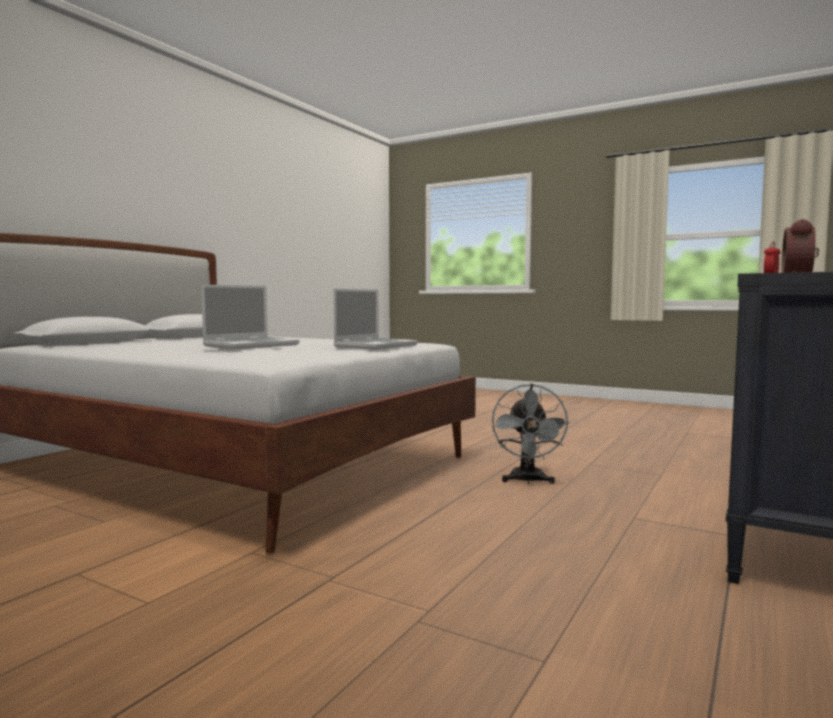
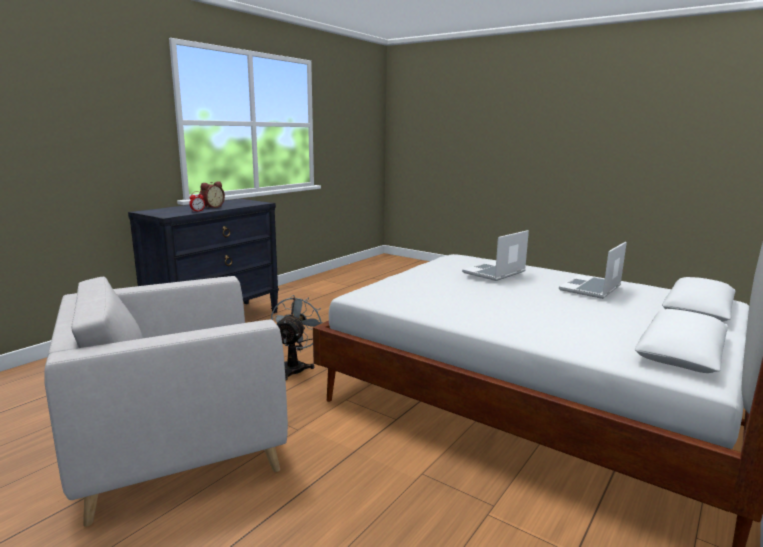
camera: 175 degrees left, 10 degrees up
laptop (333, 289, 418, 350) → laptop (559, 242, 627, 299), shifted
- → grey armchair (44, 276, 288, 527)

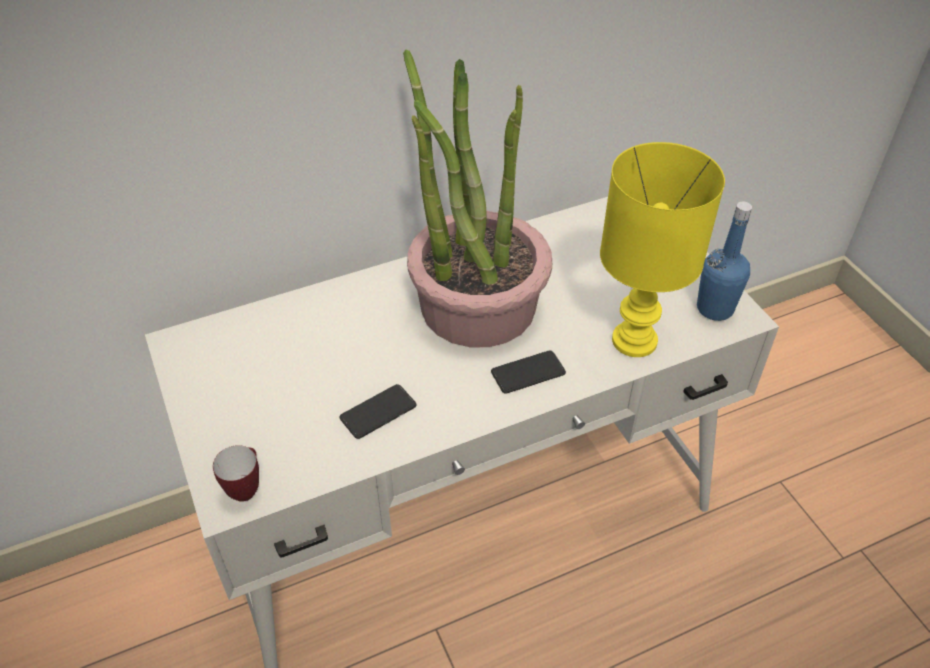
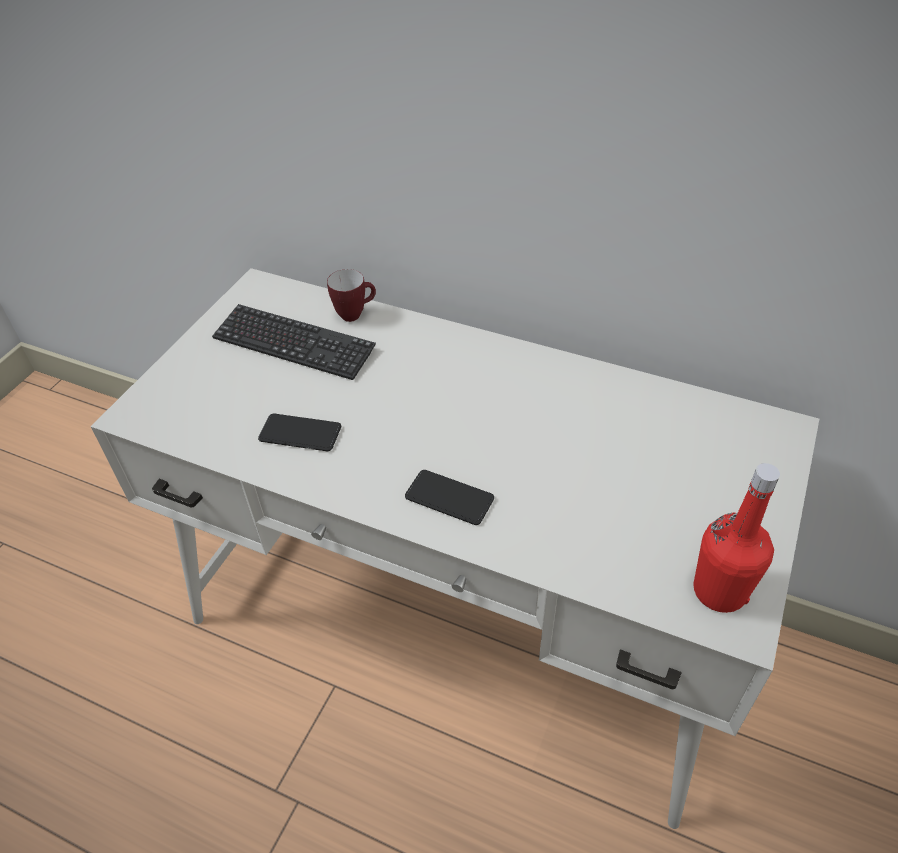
camera: 50 degrees right, 0 degrees up
mug (213, 445, 259, 502) → mug (327, 269, 376, 322), shifted
potted plant (403, 50, 552, 347) → -
yellow table lamp (600, 142, 725, 357) → -
blue bottle (697, 201, 752, 321) → red bottle (694, 463, 780, 613)
- → keyboard (212, 304, 376, 380)

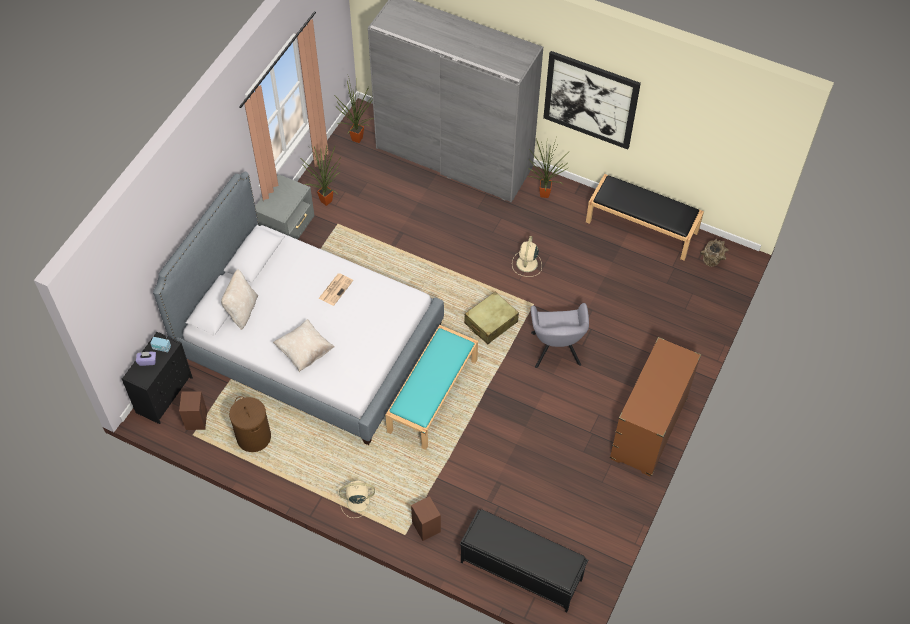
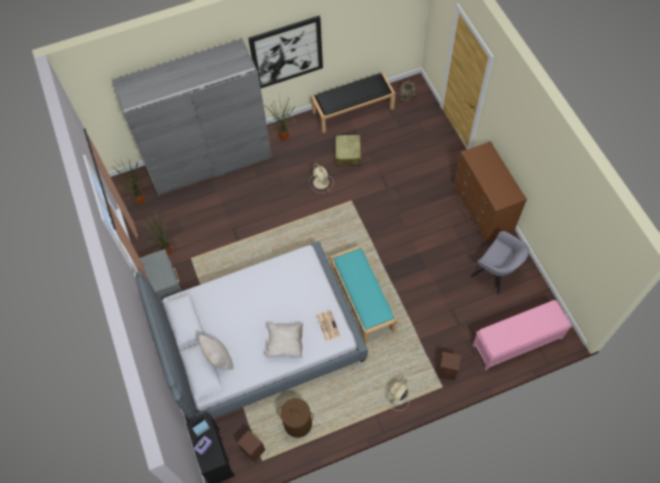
camera: 45 degrees left, 5 degrees up
newspaper (319, 273, 353, 306) → newspaper (317, 310, 340, 341), shifted
black bench (460, 509, 588, 612) → pink bench (473, 300, 572, 370)
beige suitcase (464, 292, 519, 344) → beige suitcase (334, 135, 361, 166), shifted
grey armchair (531, 303, 589, 368) → grey armchair (471, 231, 529, 294), shifted

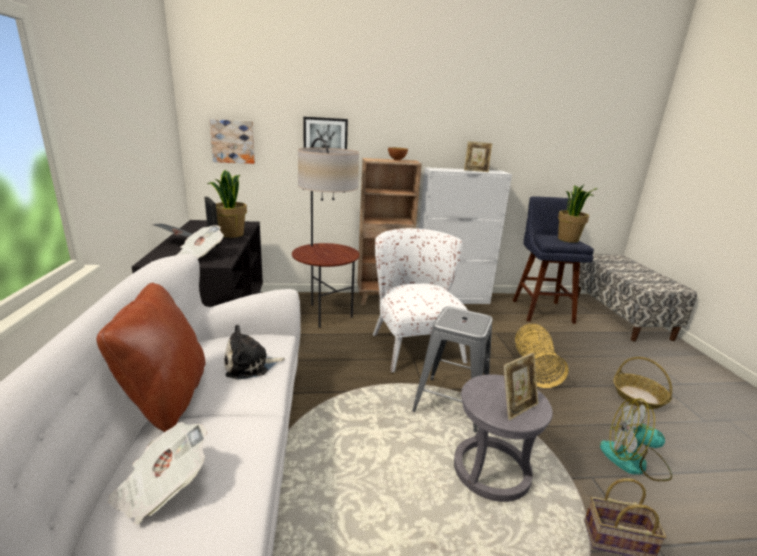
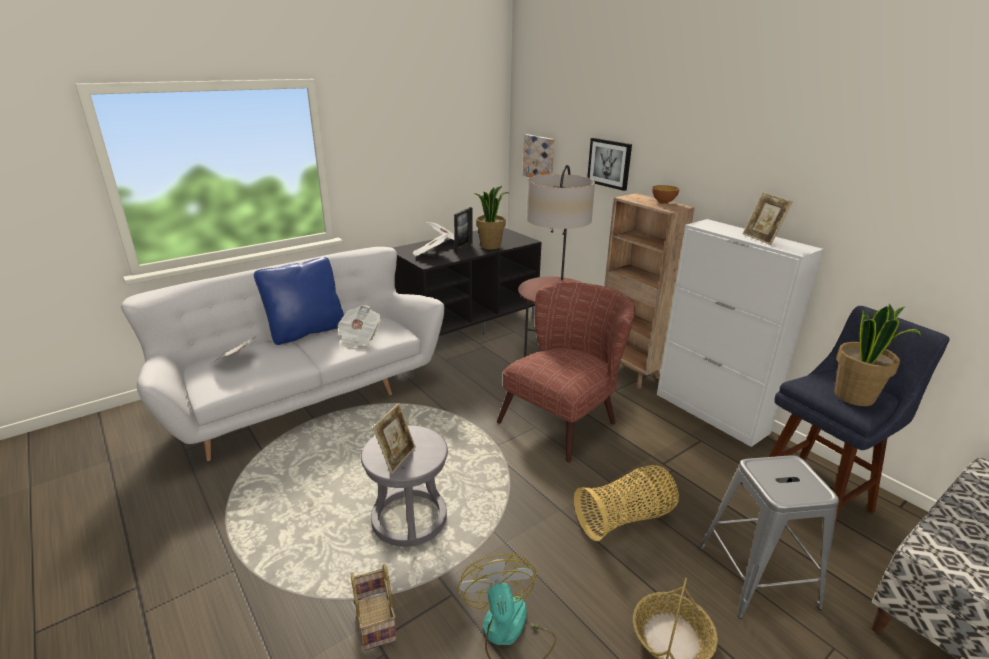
camera: 60 degrees right, 5 degrees up
brown pillow (97, 283, 206, 432) → blue pillow (254, 257, 344, 345)
plush toy (224, 325, 285, 380) → newspaper (338, 305, 381, 349)
white armchair (373, 228, 467, 372) → brown armchair (497, 283, 636, 462)
grey stool (412, 306, 493, 432) → grey stool (699, 455, 839, 619), shifted
picture frame (503, 353, 538, 420) → picture frame (373, 403, 416, 474), 90 degrees counterclockwise

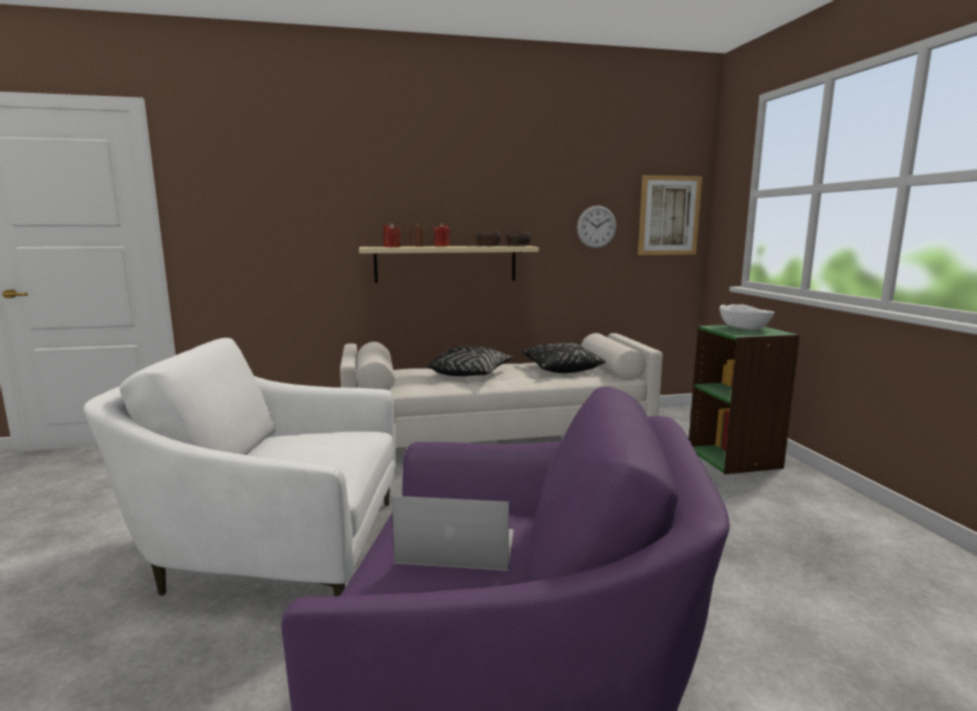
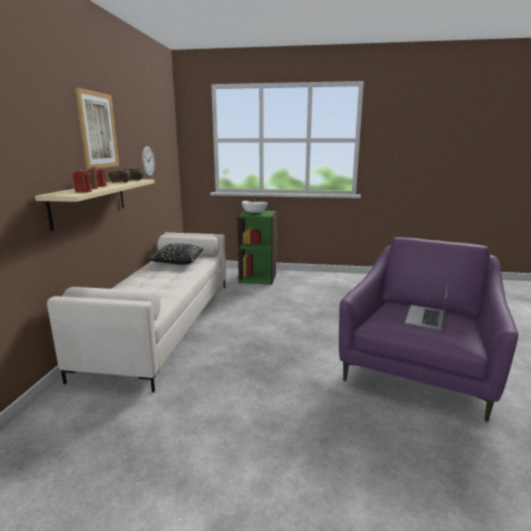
camera: 70 degrees left, 5 degrees up
white armchair (84, 338, 396, 597) → -
black pillow (427, 346, 513, 376) → -
picture (638, 175, 702, 255) → picture (75, 87, 119, 169), shifted

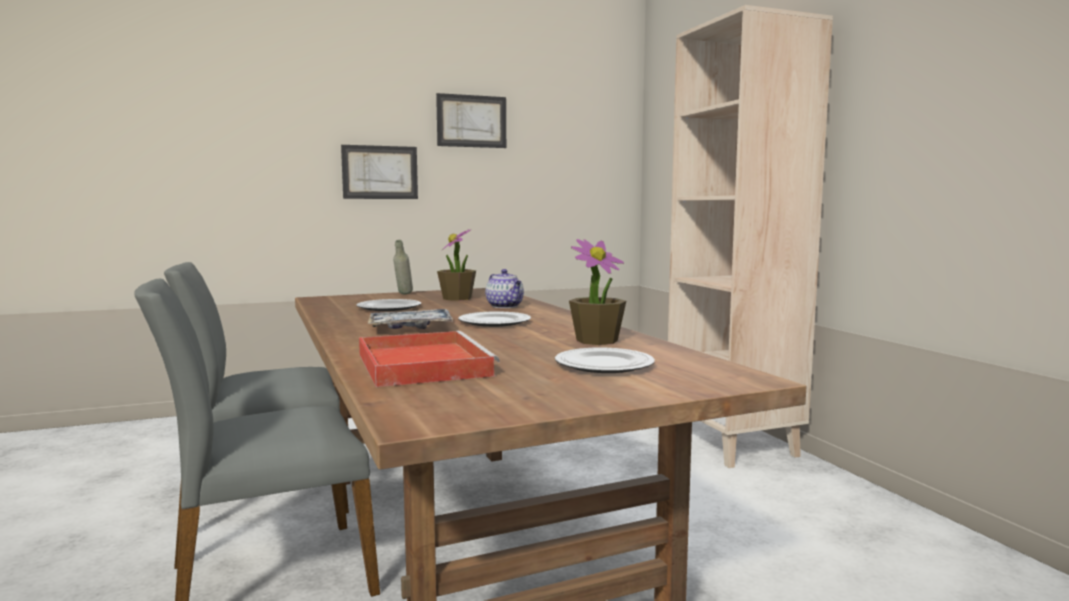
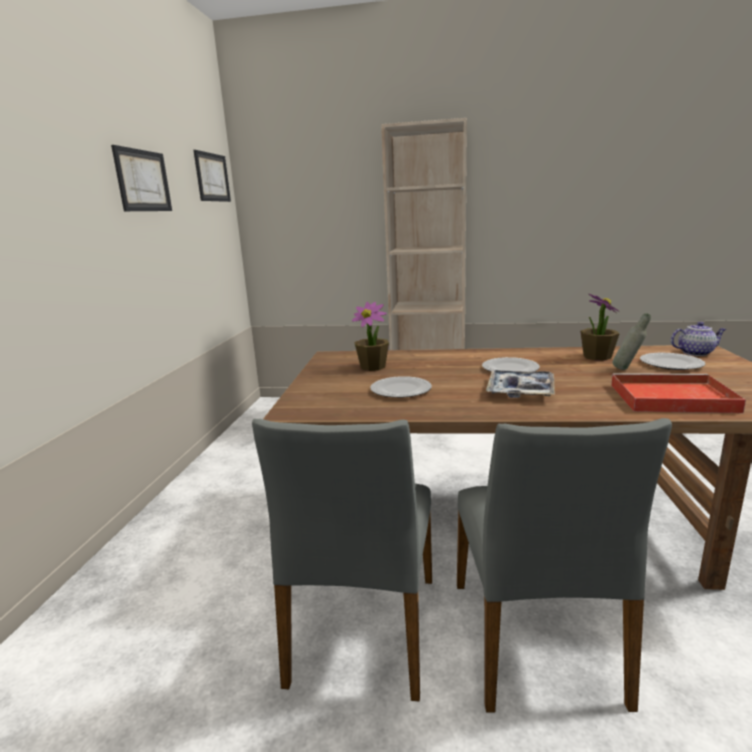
camera: 60 degrees left, 10 degrees up
picture (341, 145, 418, 199) → picture (193, 150, 231, 202), shifted
grey bottle (393, 240, 413, 294) → grey bottle (612, 313, 651, 370), shifted
teapot (485, 269, 524, 308) → teapot (671, 322, 726, 356), shifted

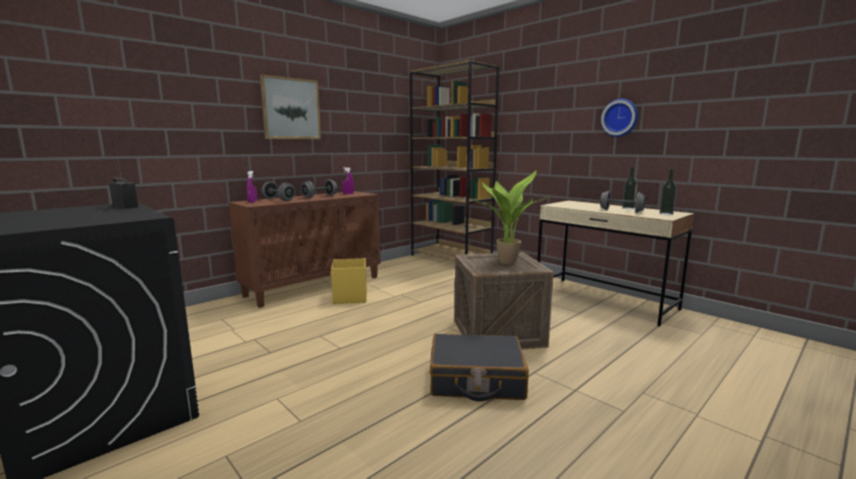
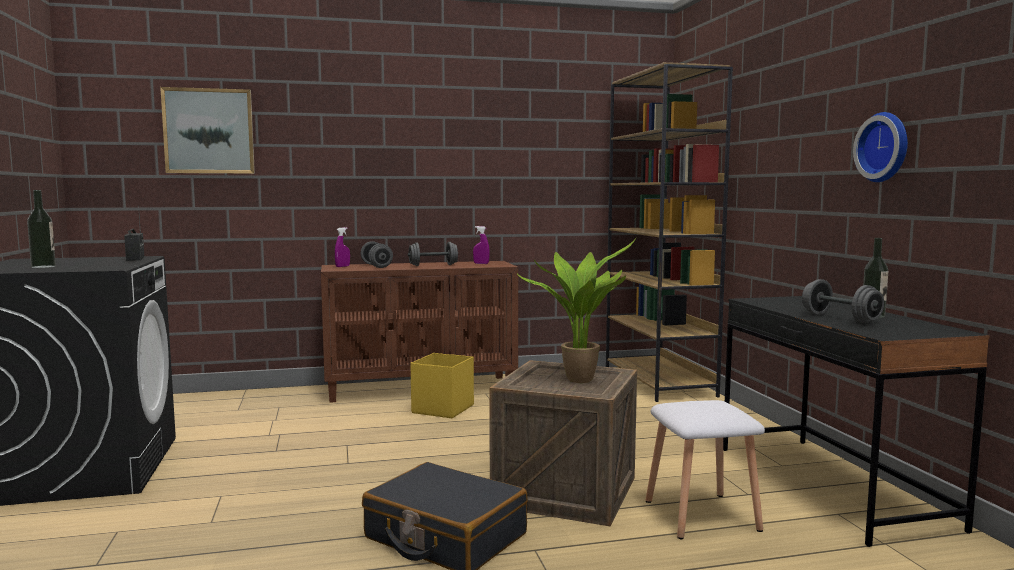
camera: 30 degrees right, 5 degrees down
picture (260, 75, 321, 139) → picture (160, 87, 255, 174), shifted
beige desk (537, 201, 694, 327) → black desk (723, 296, 990, 547)
bottle (659, 169, 677, 215) → bottle (27, 190, 56, 268), shifted
- → white stool (646, 400, 765, 539)

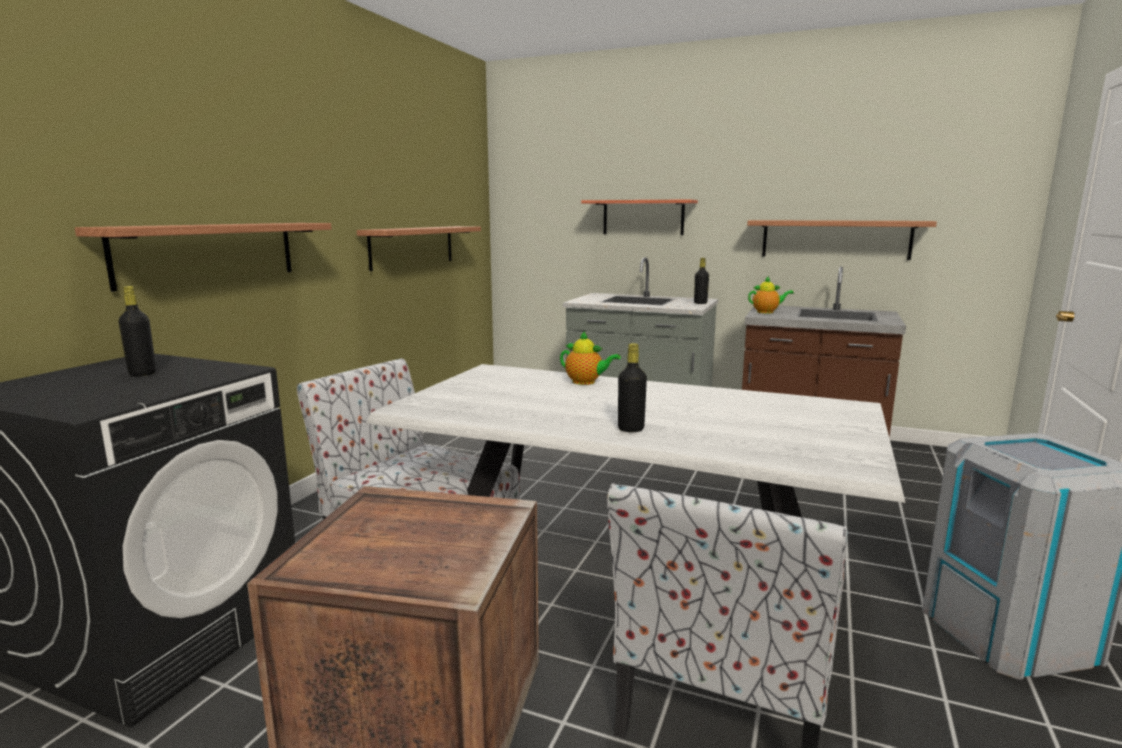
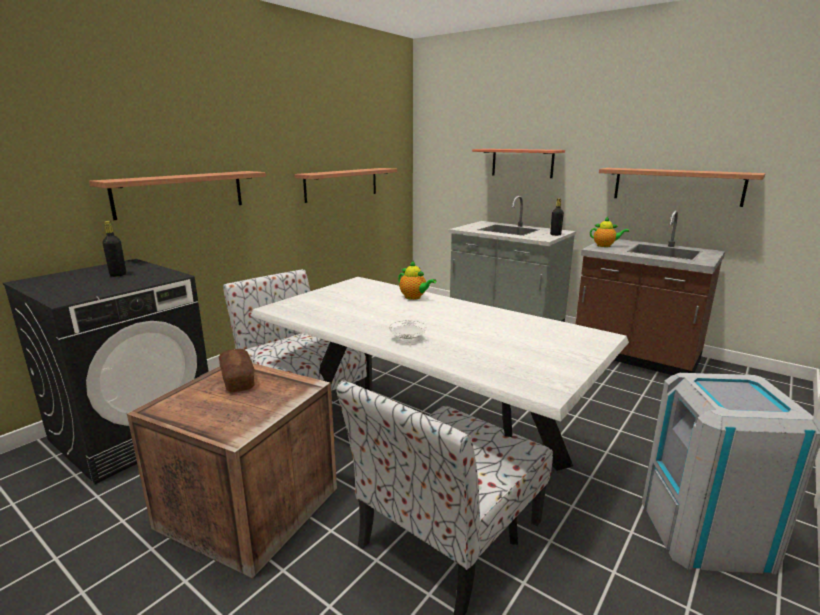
camera: 15 degrees right, 5 degrees up
black bottle (618, 343, 647, 432) → white plate (389, 320, 427, 339)
- → bread (219, 349, 255, 392)

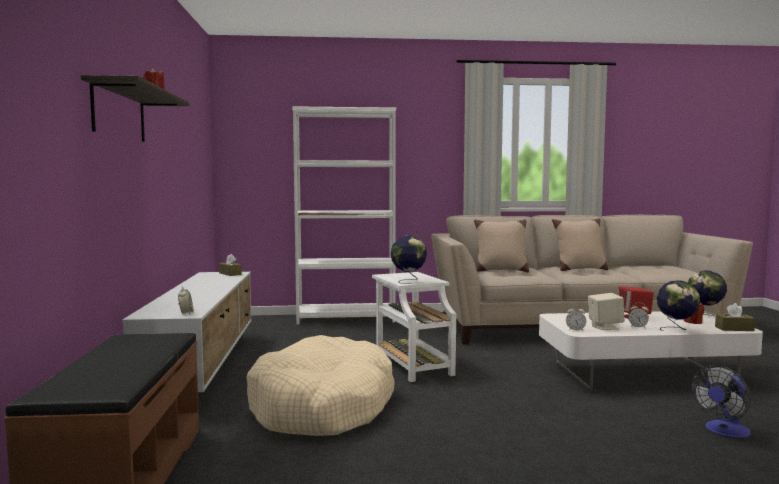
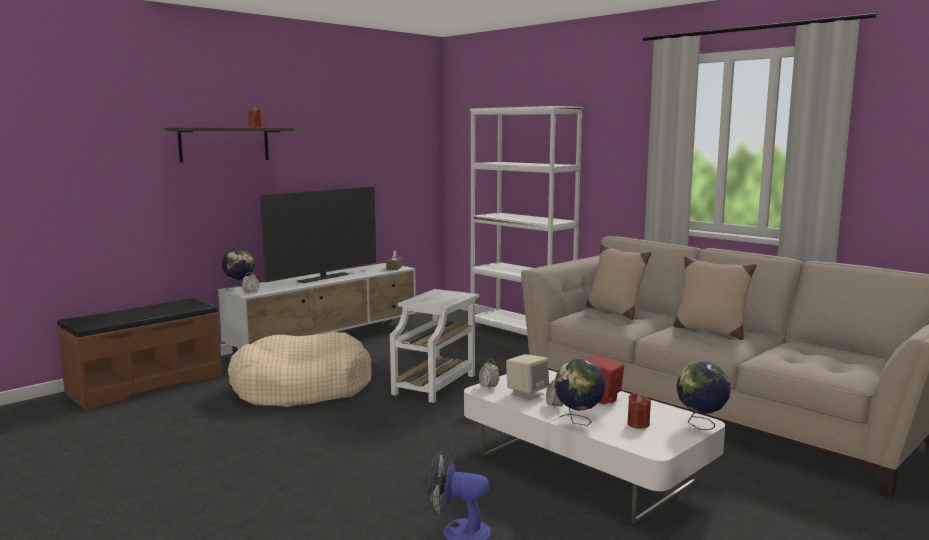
camera: 50 degrees right, 5 degrees up
globe (391, 235, 427, 284) → globe (222, 249, 255, 291), shifted
brown tissue box (715, 303, 755, 331) → -
- → television (260, 187, 376, 283)

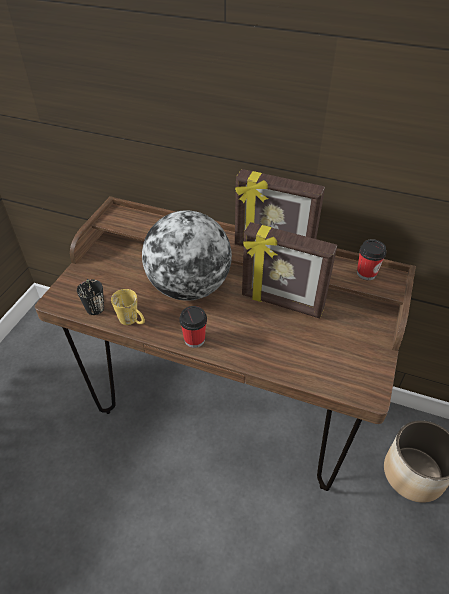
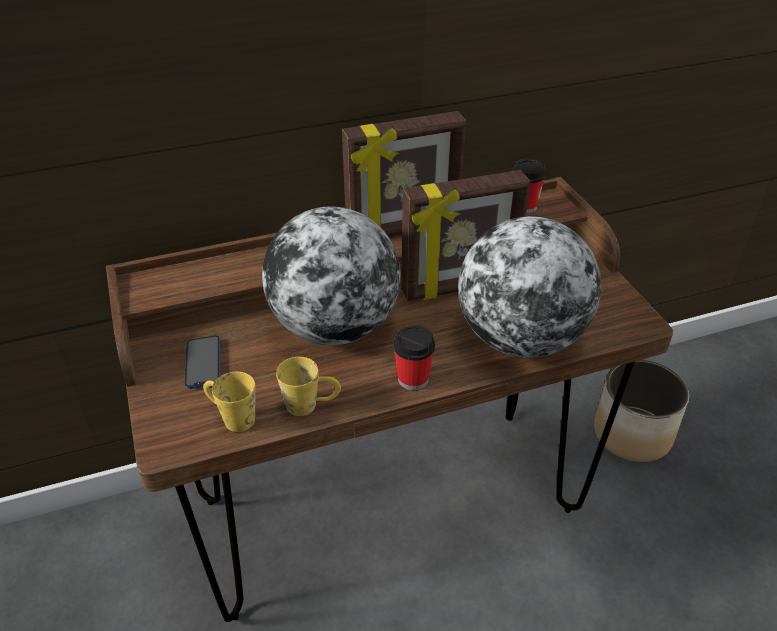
camera: 40 degrees left, 5 degrees down
black mug (77, 279, 104, 315) → yellow mug (203, 372, 256, 432)
- → phone (185, 335, 220, 389)
- → globe (458, 216, 601, 358)

